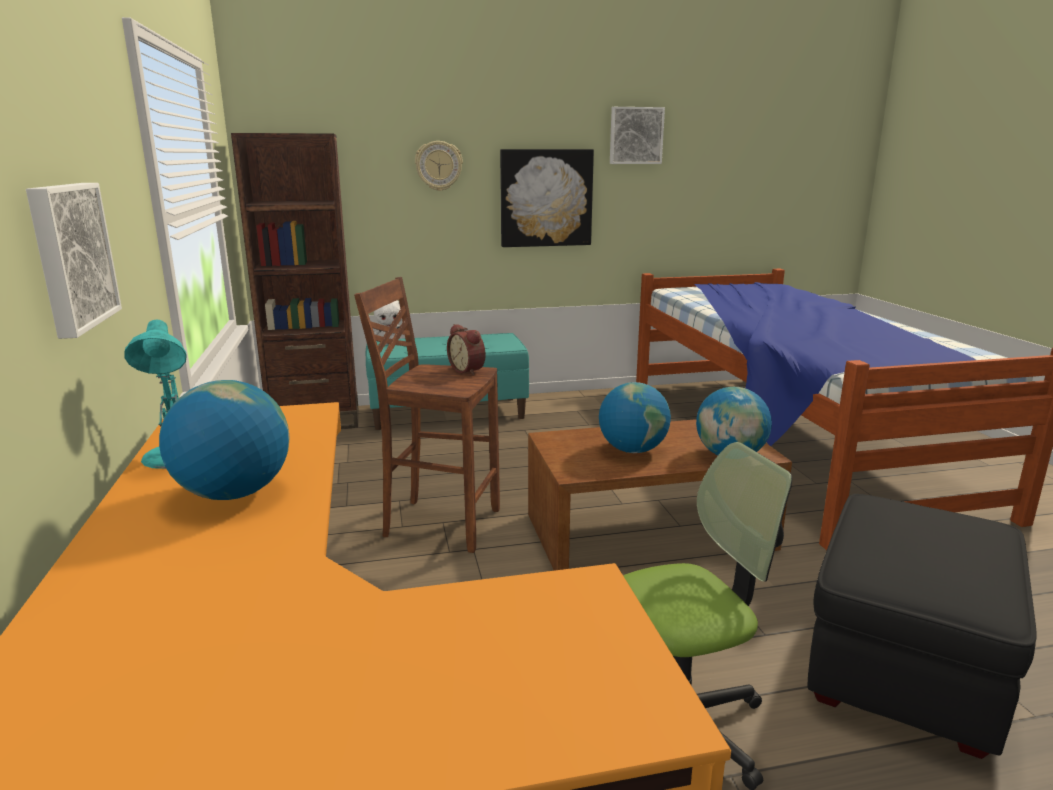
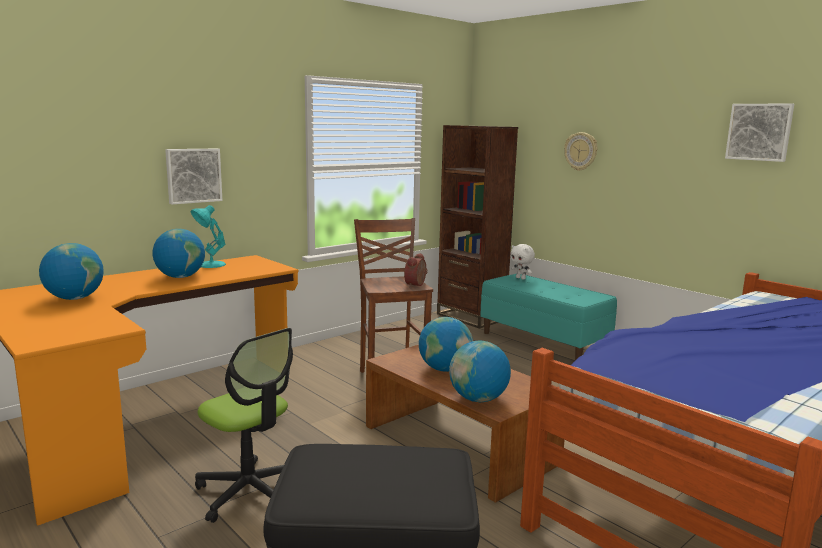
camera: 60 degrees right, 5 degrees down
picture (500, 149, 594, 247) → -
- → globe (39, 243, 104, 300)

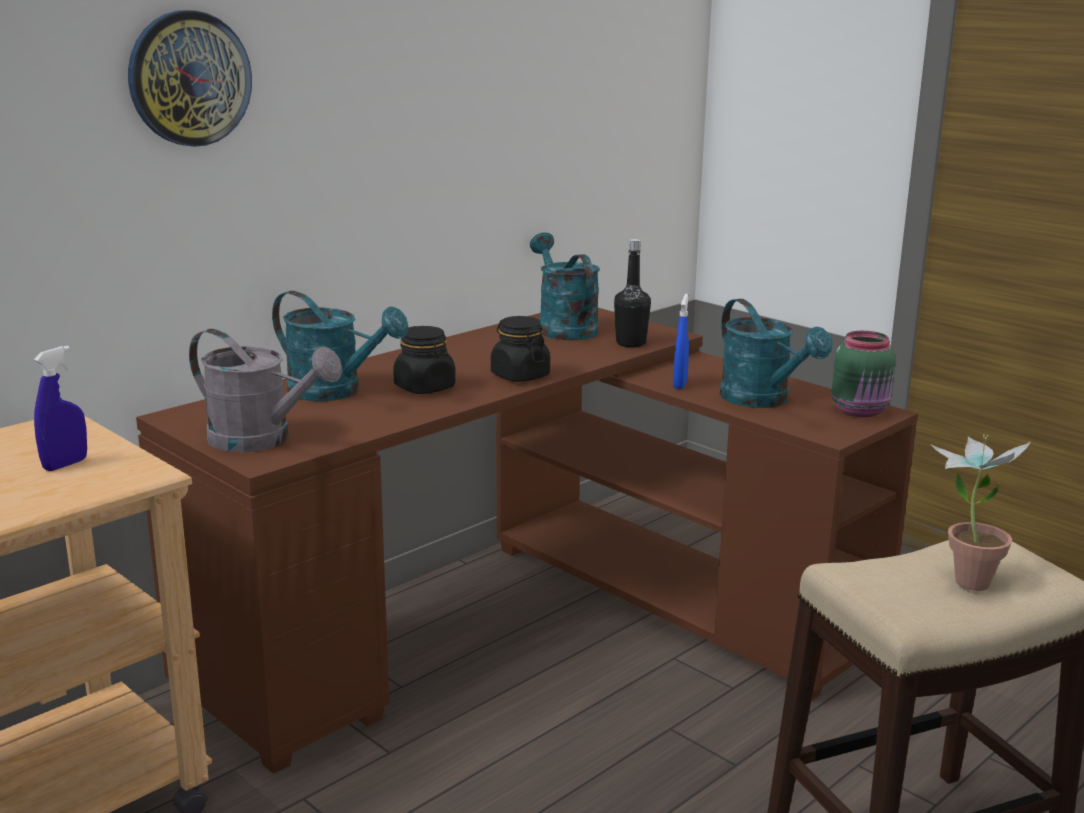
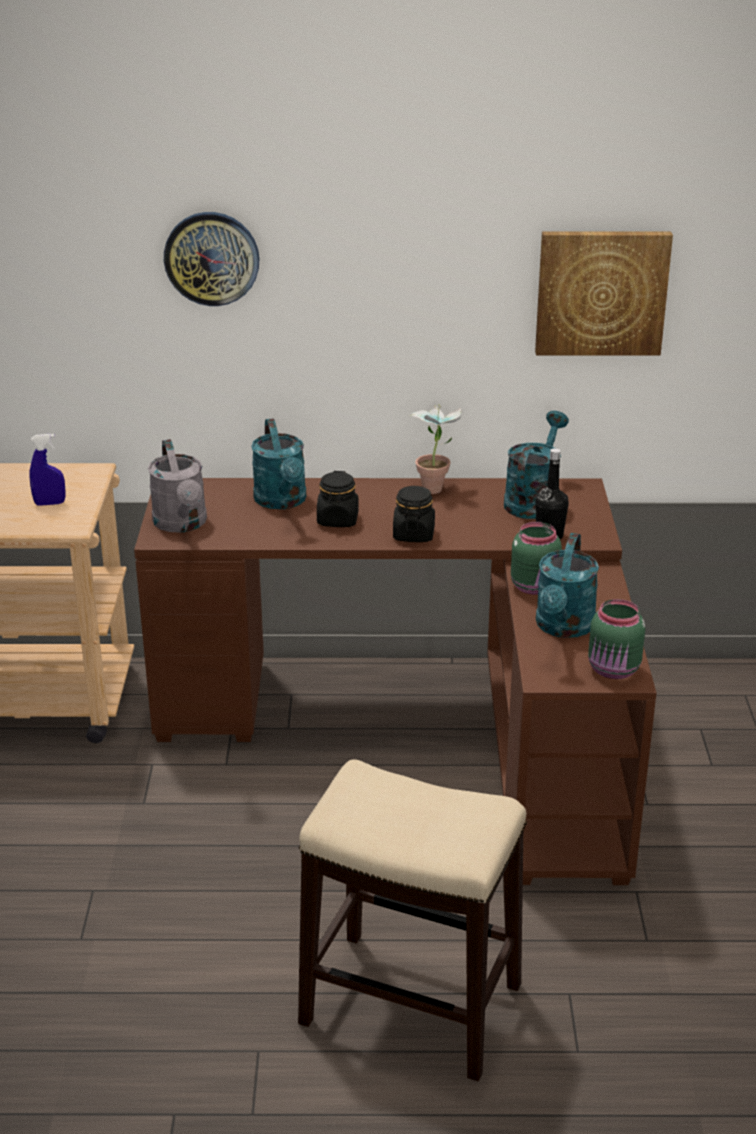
camera: 45 degrees right, 10 degrees up
blue spray bottle (673, 293, 689, 389) → green jar (511, 522, 562, 595)
potted plant (931, 434, 1031, 591) → potted plant (411, 404, 462, 494), shifted
- → picture (535, 231, 673, 356)

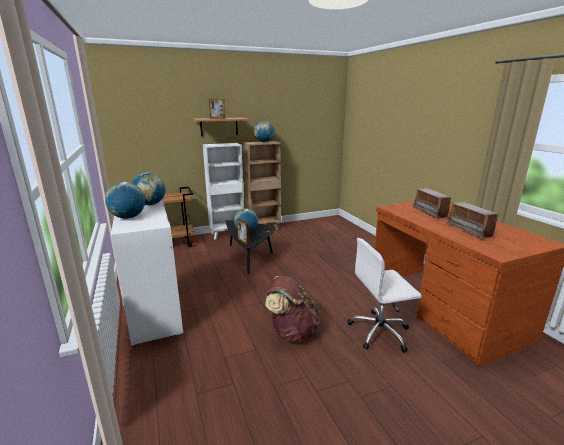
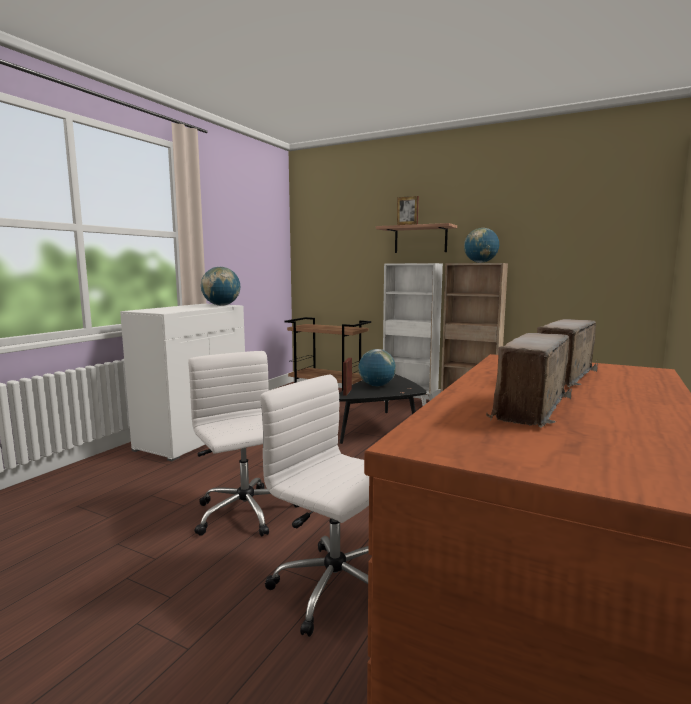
camera: 50 degrees right, 10 degrees down
globe (105, 182, 145, 219) → -
brown backpack (265, 276, 320, 342) → white office chair (188, 351, 299, 537)

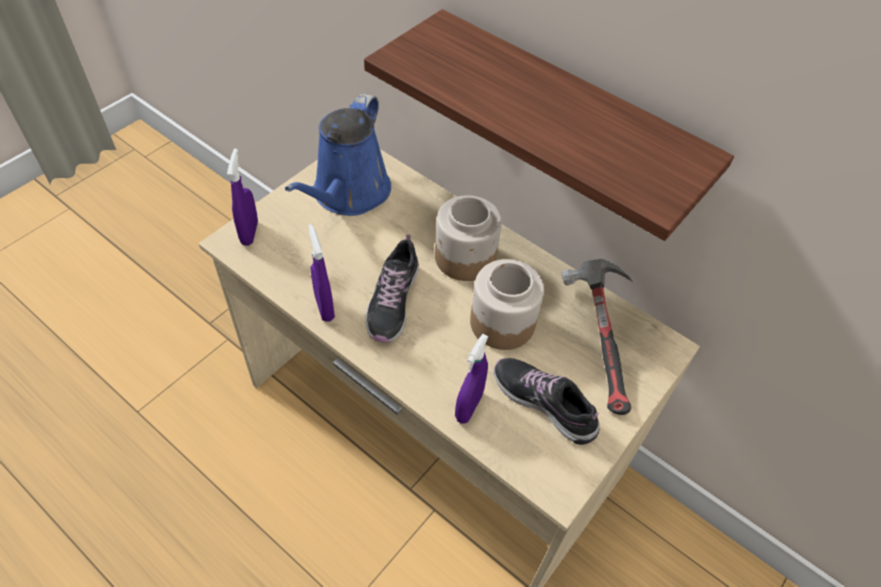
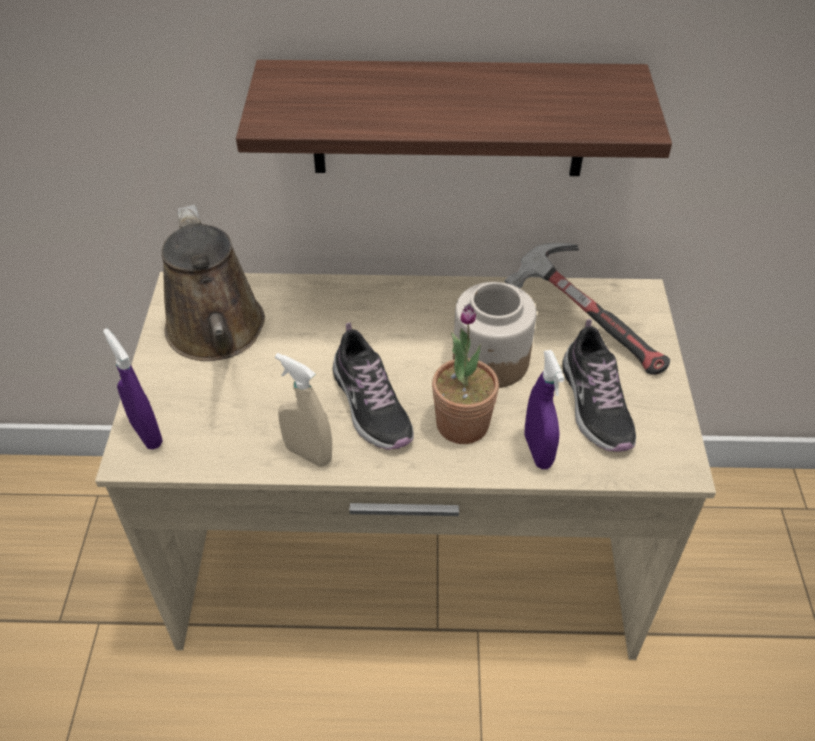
camera: 35 degrees left, 5 degrees down
blue watering can (285, 94, 391, 216) → brown watering can (161, 204, 265, 361)
purple spray bottle (308, 224, 335, 322) → beige spray bottle (275, 353, 332, 467)
jar (435, 195, 502, 281) → -
shoe (493, 358, 600, 445) → shoe (562, 319, 636, 452), 105 degrees counterclockwise
- → potted plant (432, 304, 499, 444)

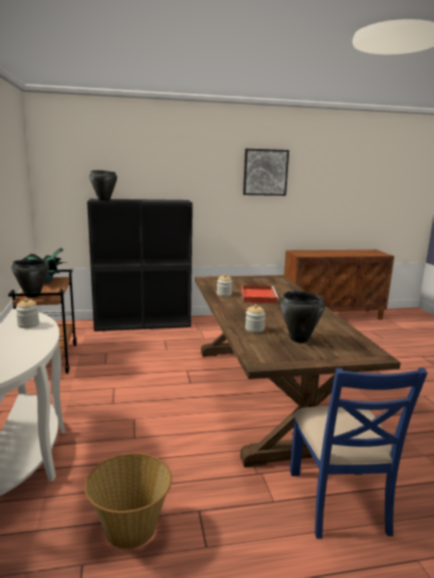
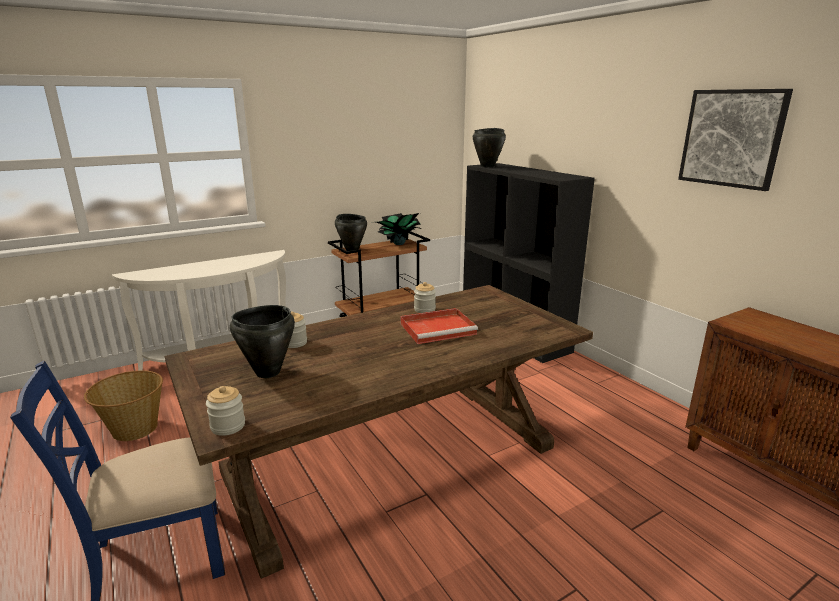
camera: 70 degrees right, 5 degrees up
jar (16, 298, 39, 328) → jar (206, 386, 245, 436), shifted

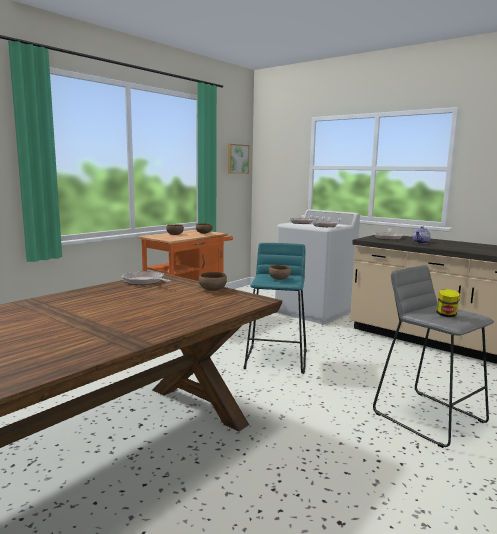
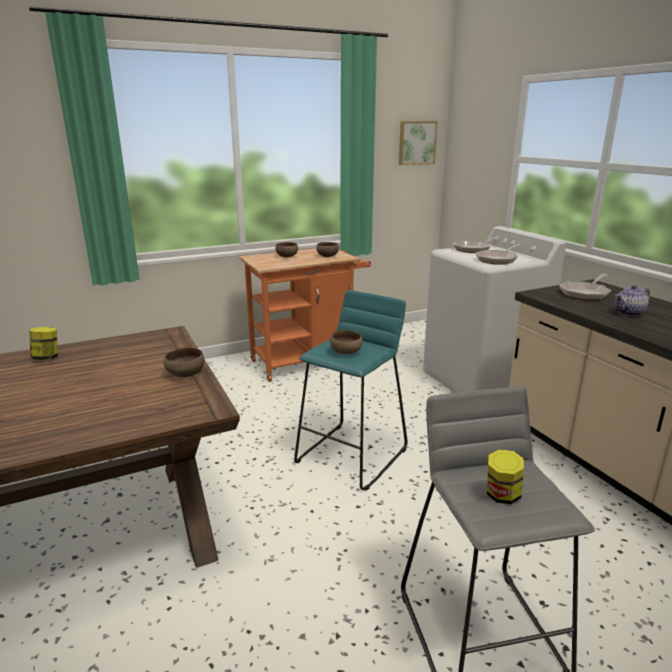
camera: 25 degrees right, 10 degrees up
frying pan (121, 271, 172, 285) → -
- → jar (29, 327, 58, 360)

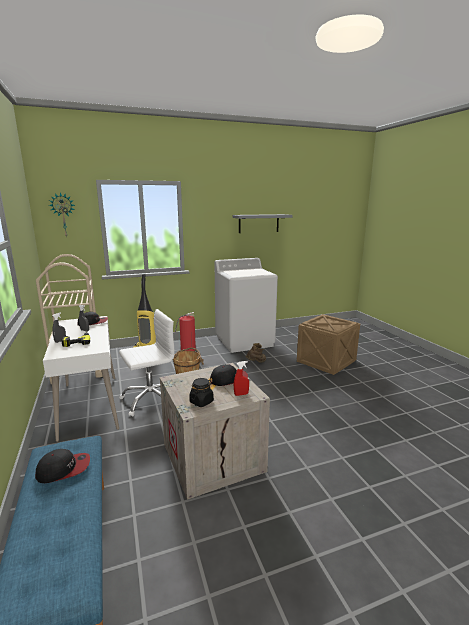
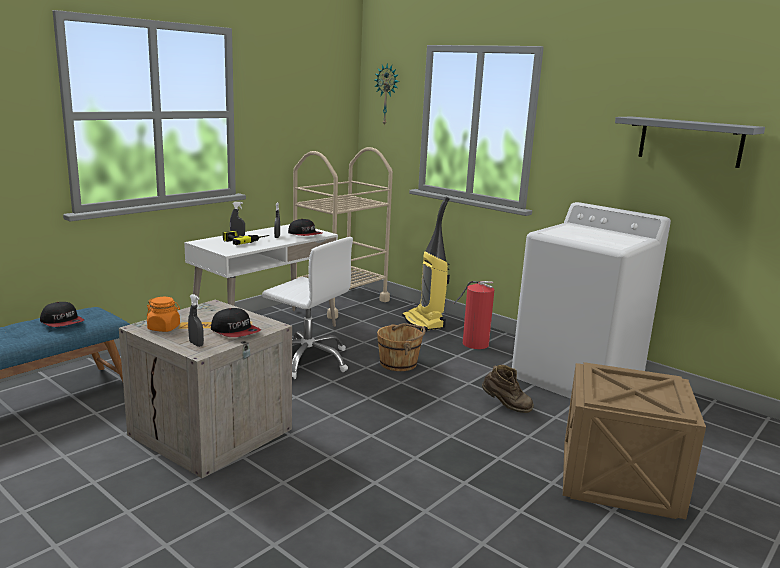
camera: 60 degrees right, 0 degrees up
black jar (189, 378, 214, 407) → orange jar (147, 297, 180, 332)
red spray bottle (234, 361, 249, 396) → grey spray bottle (188, 294, 204, 347)

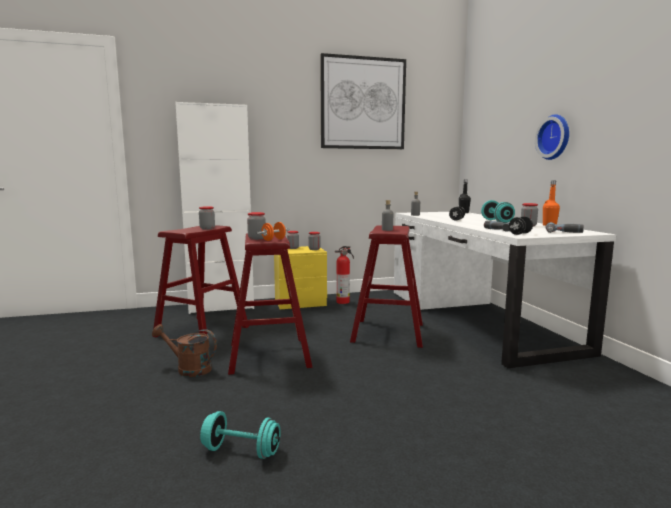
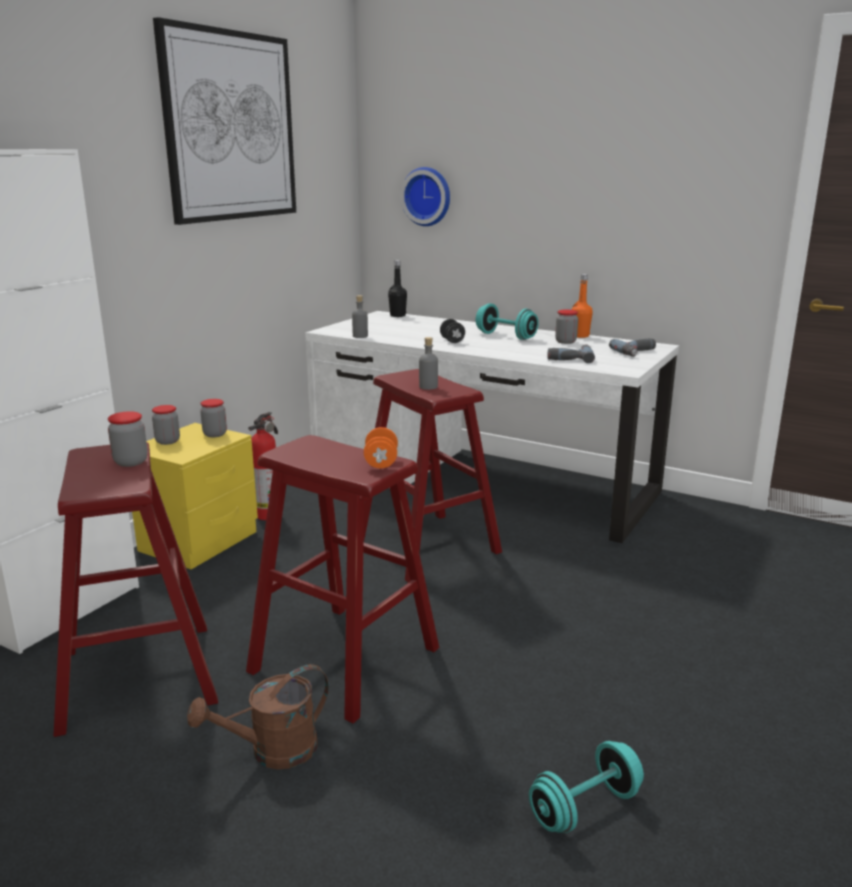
camera: 45 degrees left, 10 degrees up
jar (247, 212, 266, 240) → -
black dumbbell (509, 216, 533, 235) → -
wall clock (535, 114, 569, 160) → wall clock (400, 167, 450, 226), shifted

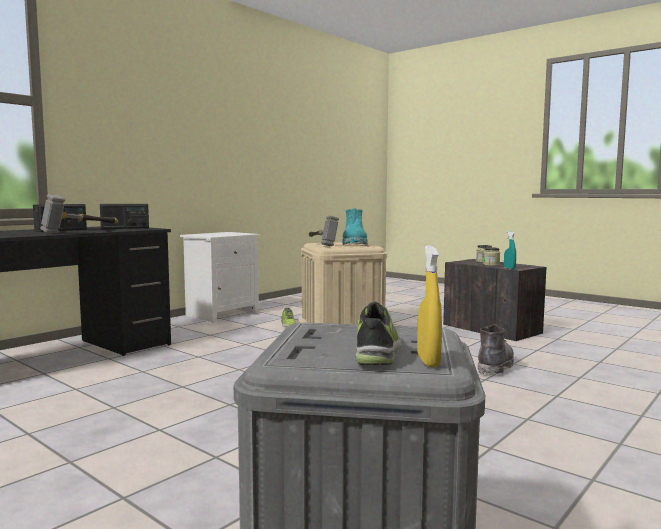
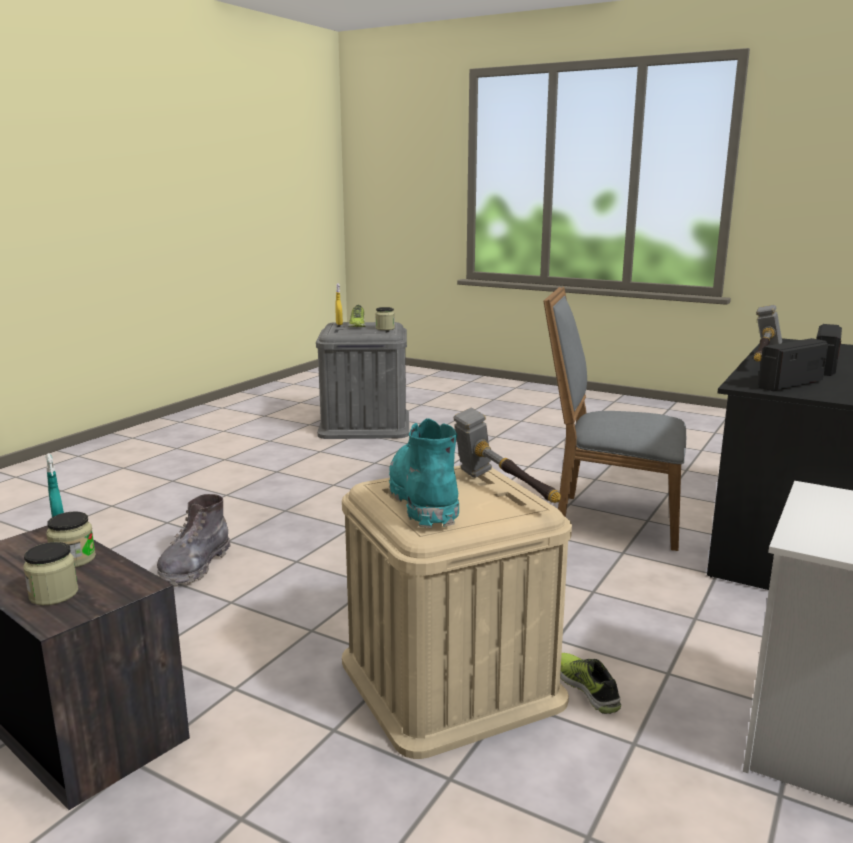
camera: 170 degrees right, 10 degrees up
- → jar (375, 307, 395, 330)
- → grey chair (543, 286, 686, 551)

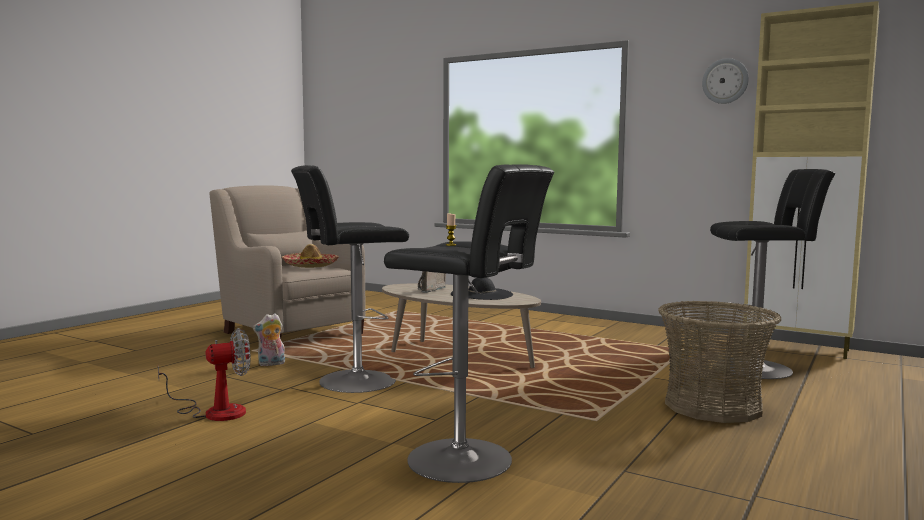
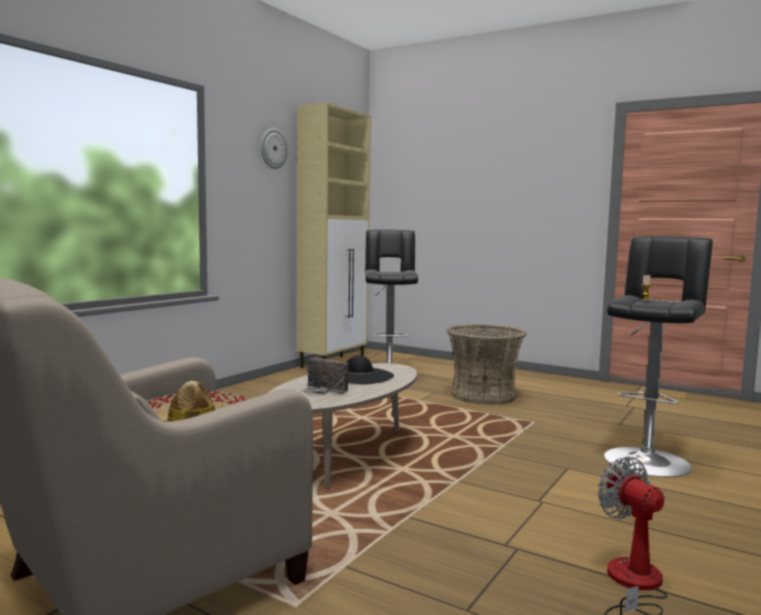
camera: 90 degrees left, 0 degrees up
plush toy (253, 313, 285, 366) → -
black stool (291, 165, 409, 393) → -

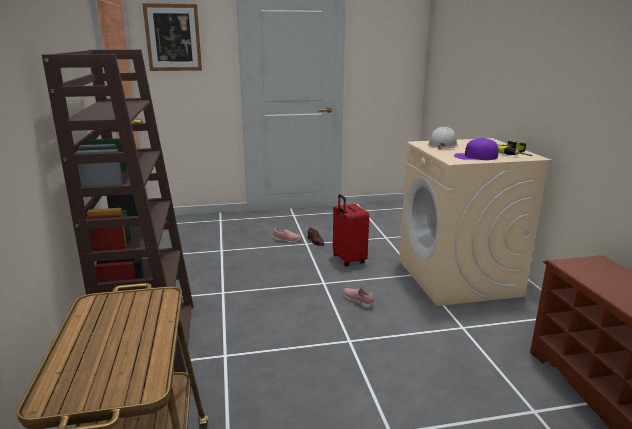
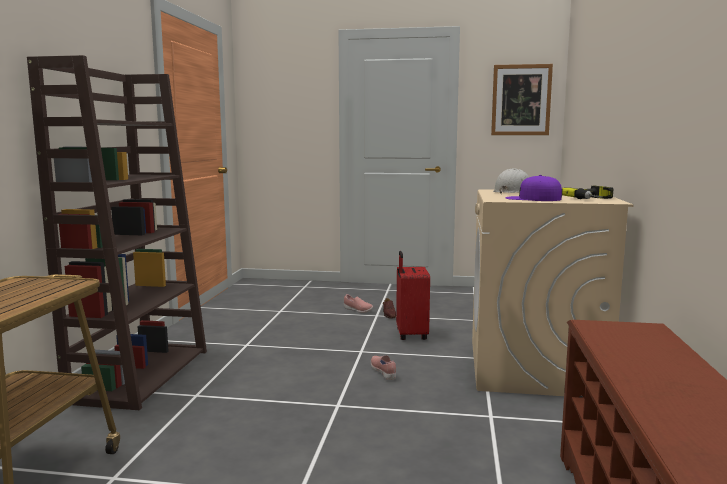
camera: 20 degrees right, 10 degrees down
picture (142, 3, 202, 71) → picture (491, 64, 553, 135), shifted

